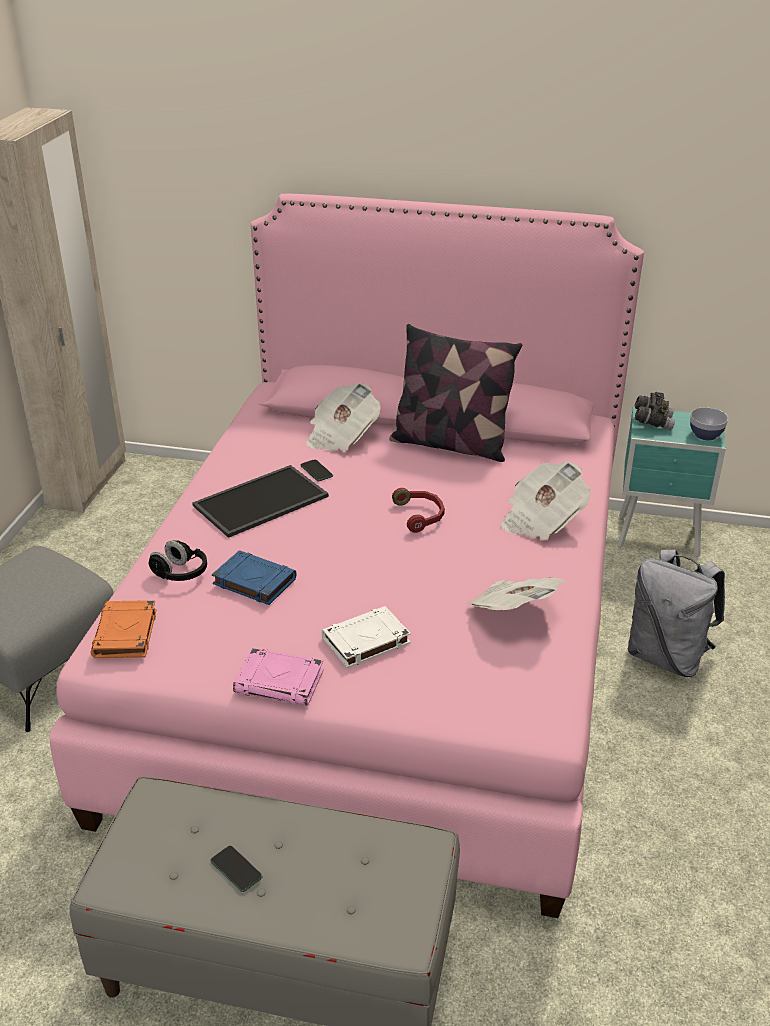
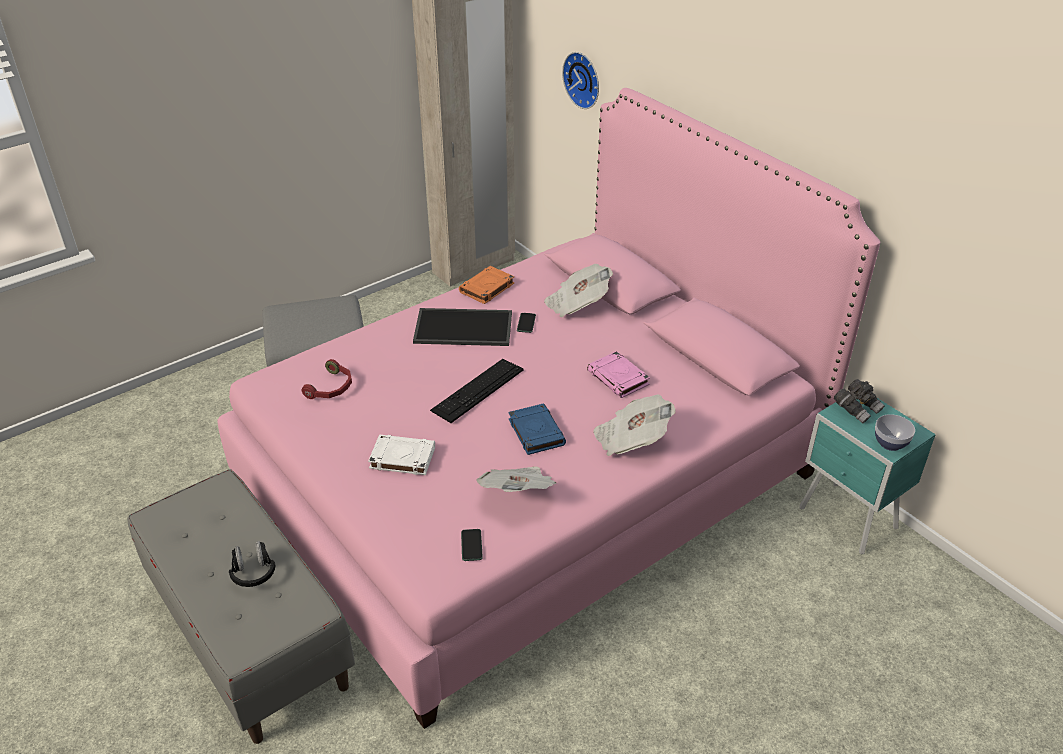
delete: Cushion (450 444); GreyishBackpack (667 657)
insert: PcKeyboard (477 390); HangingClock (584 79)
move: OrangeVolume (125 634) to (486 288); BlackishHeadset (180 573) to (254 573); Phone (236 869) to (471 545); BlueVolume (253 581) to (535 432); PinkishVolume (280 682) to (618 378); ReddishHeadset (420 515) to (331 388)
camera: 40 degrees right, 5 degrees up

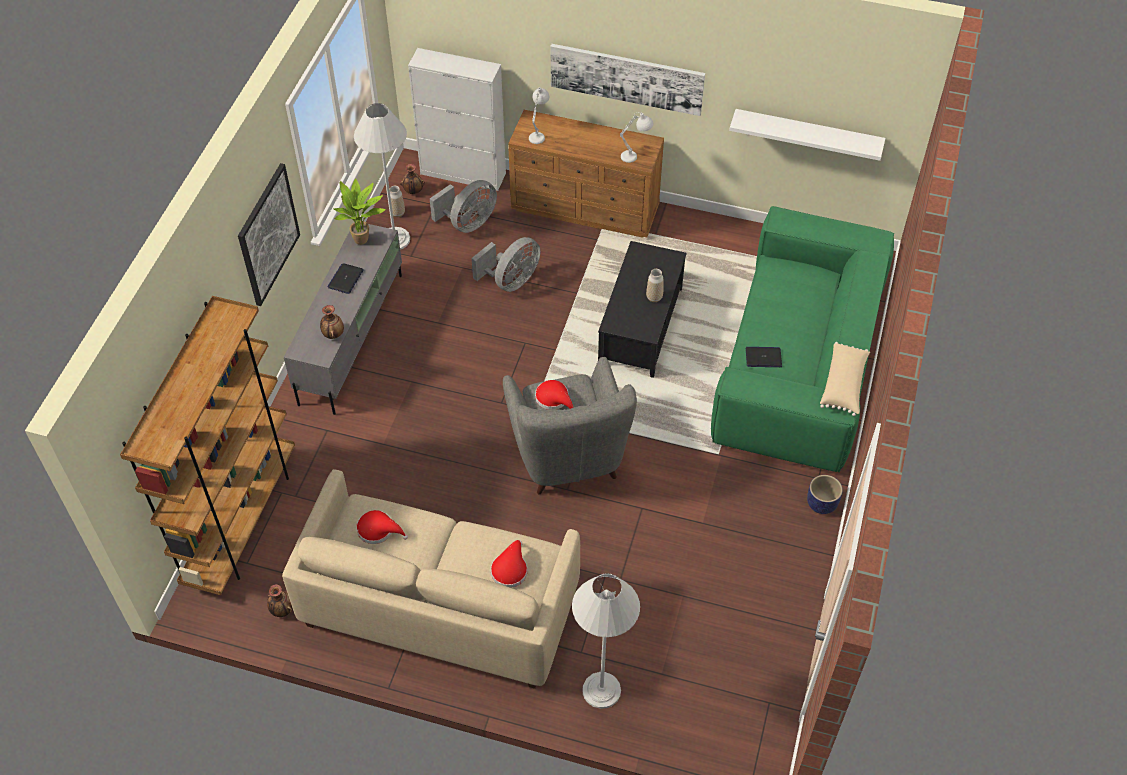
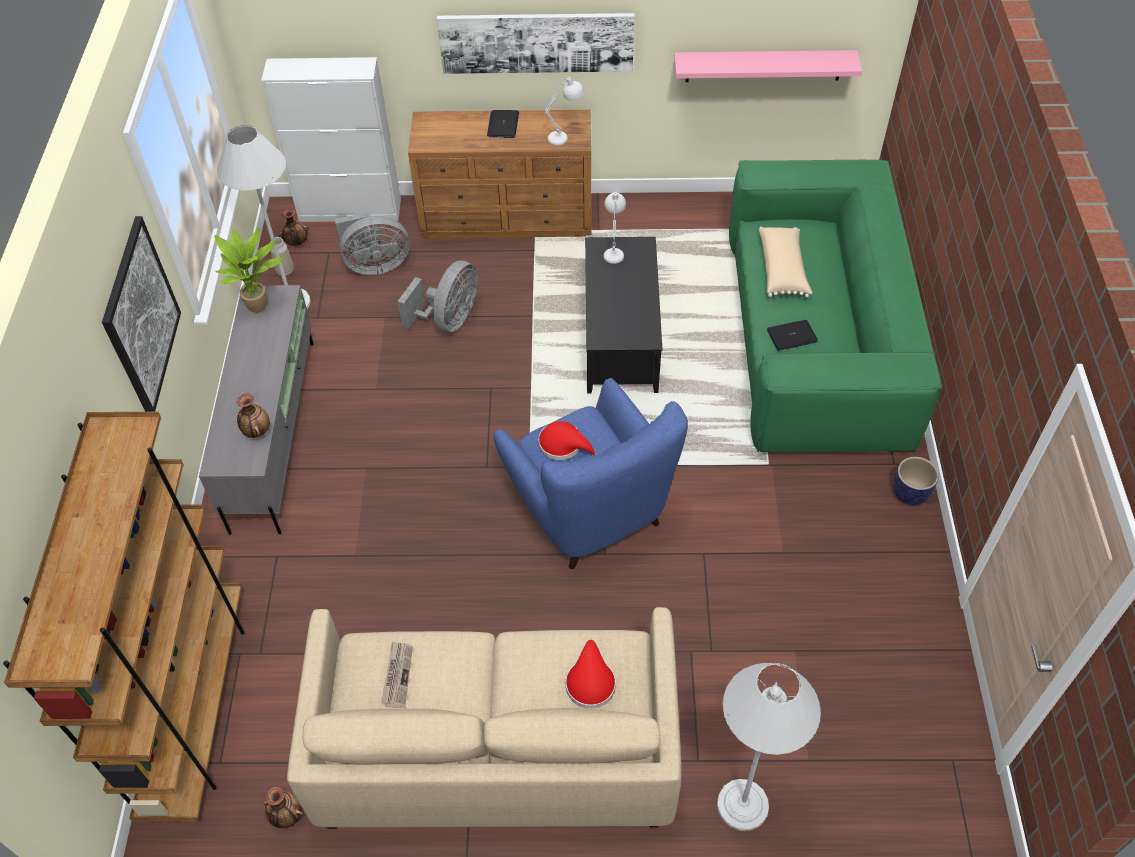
delete: Vase (654 297)
move: NotebookComputer (345 279) to (503 124); WhitishLampForATable (539 134) to (614 250); BeigeColouredCushion (844 384) to (783 269)
replace: ReddishClothingHat (378 530) to Newspaper (397 675)
recolor: GreyishLoungeChair (567 453) to BlueLoungeChair (589 509); WhitishWallShelf (807 133) to PinkishWallShelf (763 66)
rotate: GreyishElectricFan (468 223) = (375 265) 45 degrees clockwise
camera: 15 degrees left, 0 degrees up

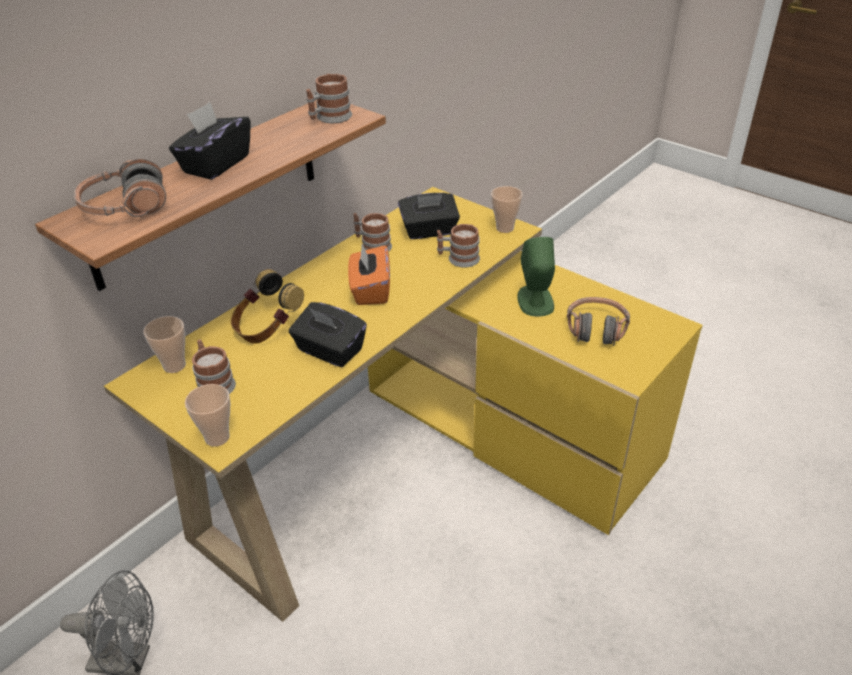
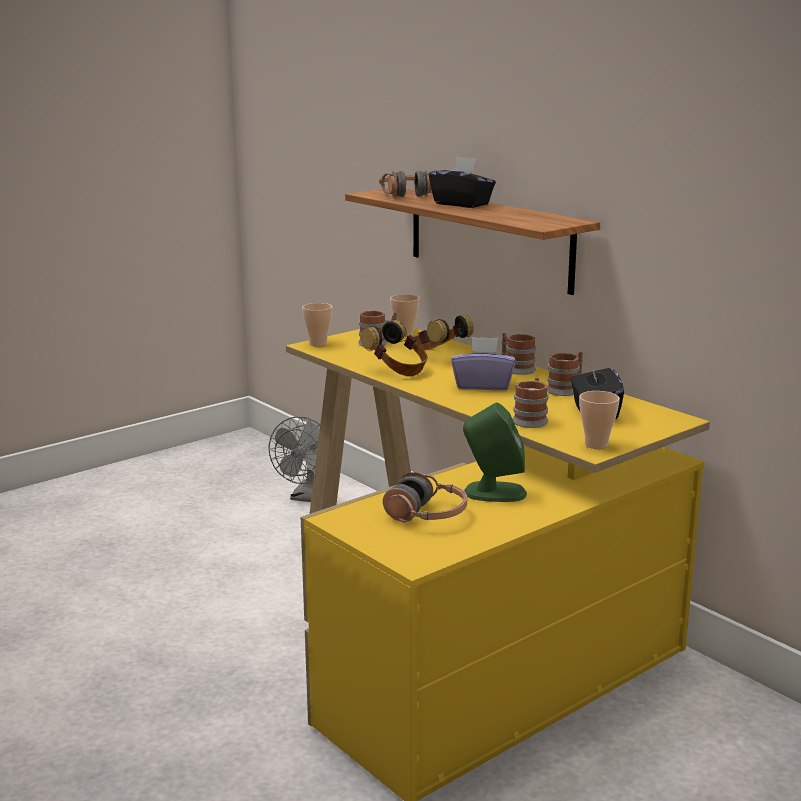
move: TeaMug (329 118) to (516 368)
replace: BlackishTissueBox (329 351) to Headset (397 370)
recolor: OrangeTissueBox (370 290) to PurpleTissueBox (483 385)
camera: 100 degrees right, 20 degrees down

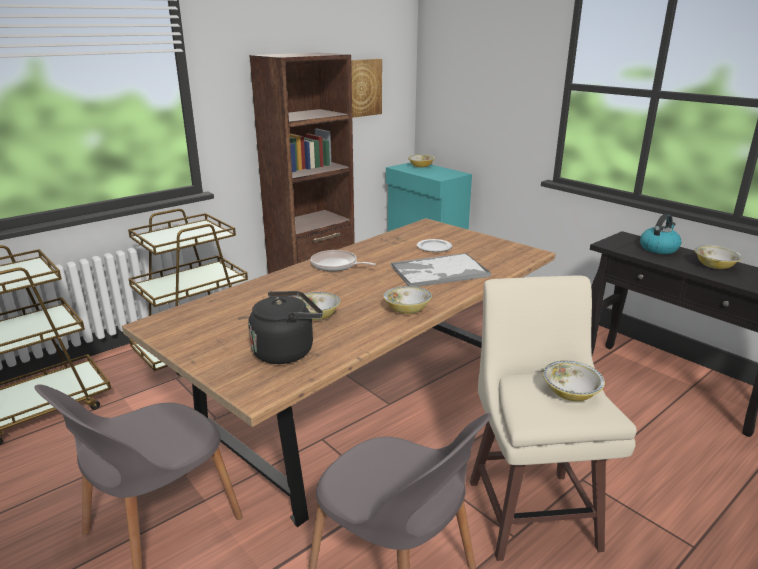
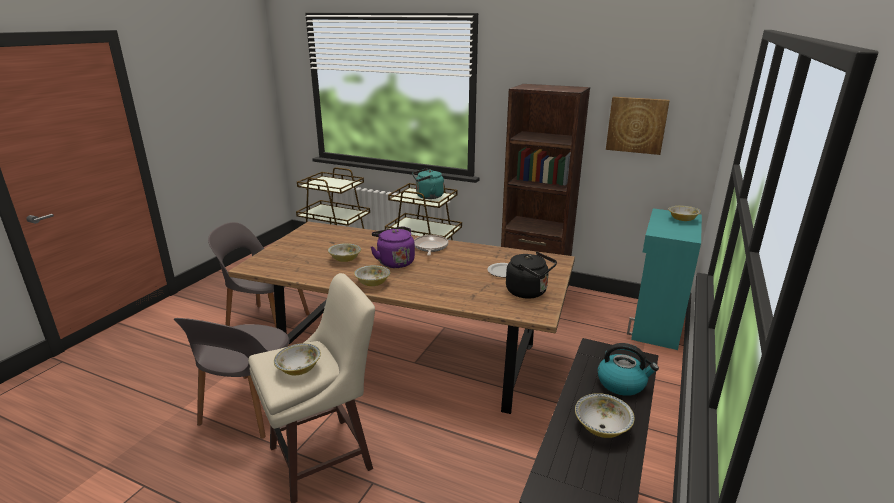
delete: CarryingTray (438 272)
insert: PurpleKettle (394 262); TurquoiseKettle (427 196)
move: BlackishKettle (286 351) to (529 292)
camera: 65 degrees right, 0 degrees up

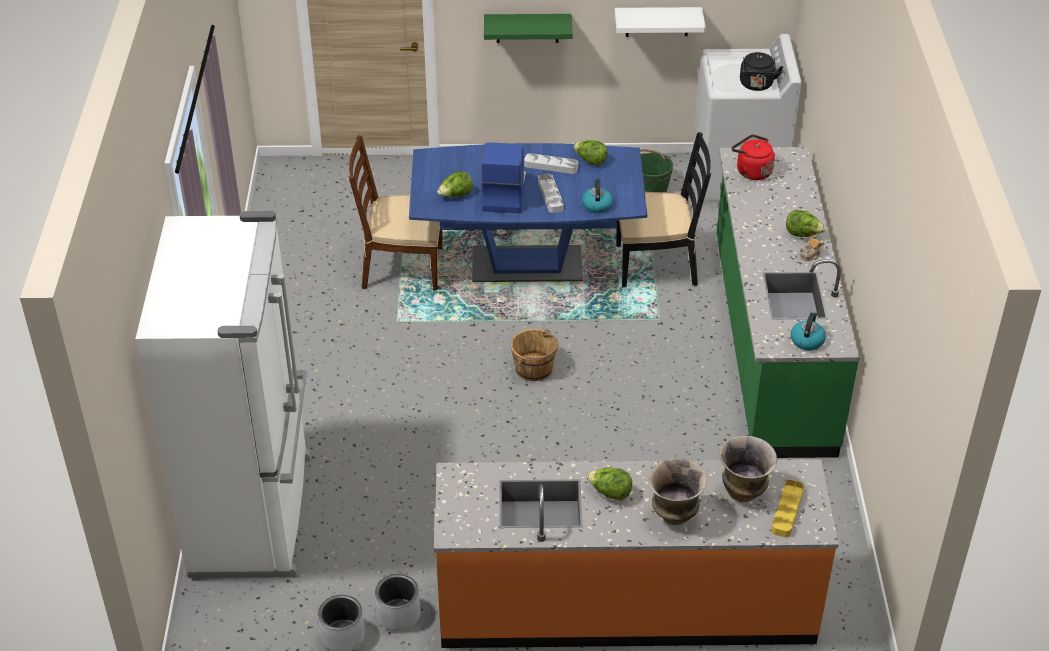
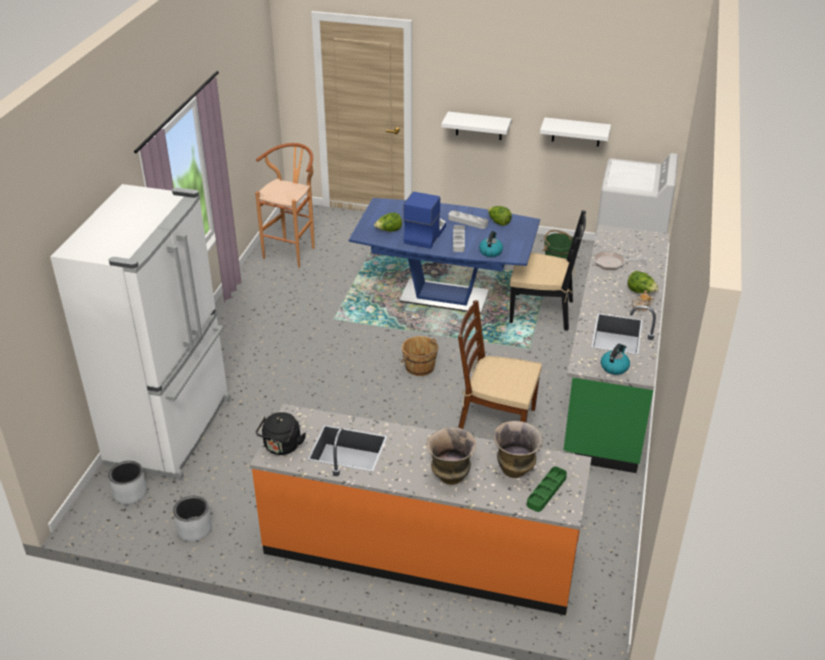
delete: HeadOfLettuce (610 493); ReddishKettle (751 171)
insert: BrownishSittingStool (293 251); Skillet (612 263)
move: BrownishPlainChair (401 268) to (495 421); GreyishPlanter (398 615) to (130 493); BlackishKettle (756 85) to (281 447)
recolor: GreenWallShelf (527 28) to WhitishWallShelf (479 126); YellowCarryingTray (787 511) to GreenCarryingTray (546 491)
camera: 15 degrees right, 5 degrees down

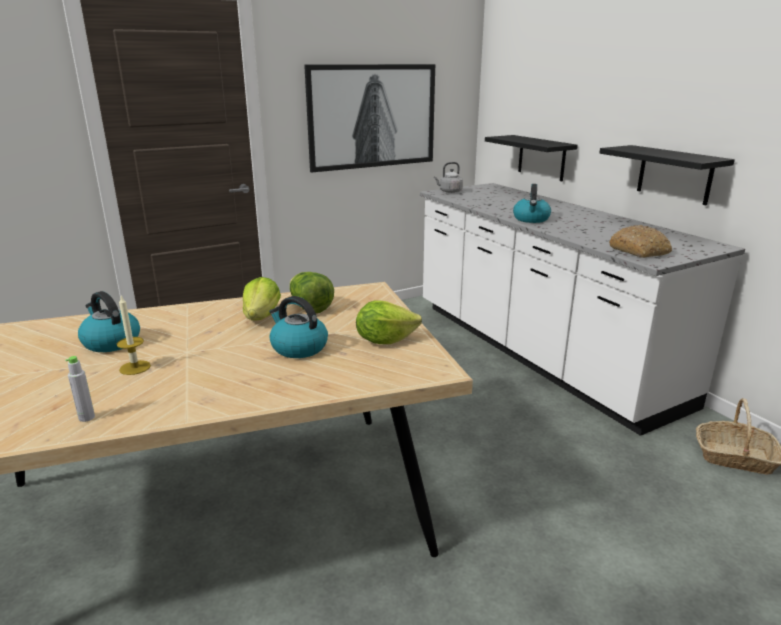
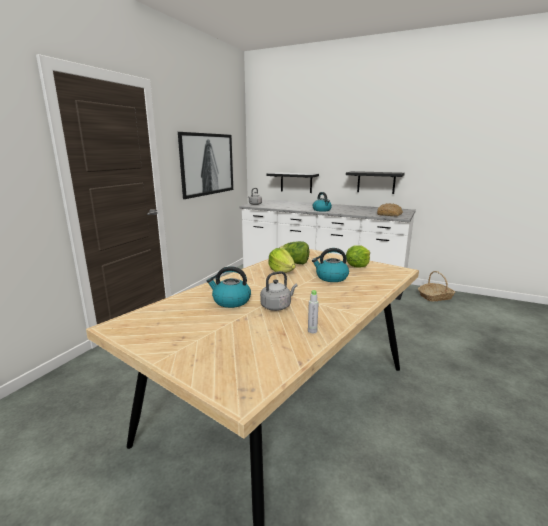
replace: WaxCandle (135 367) to GreyishKettle (277 306)
camera: 35 degrees left, 5 degrees down

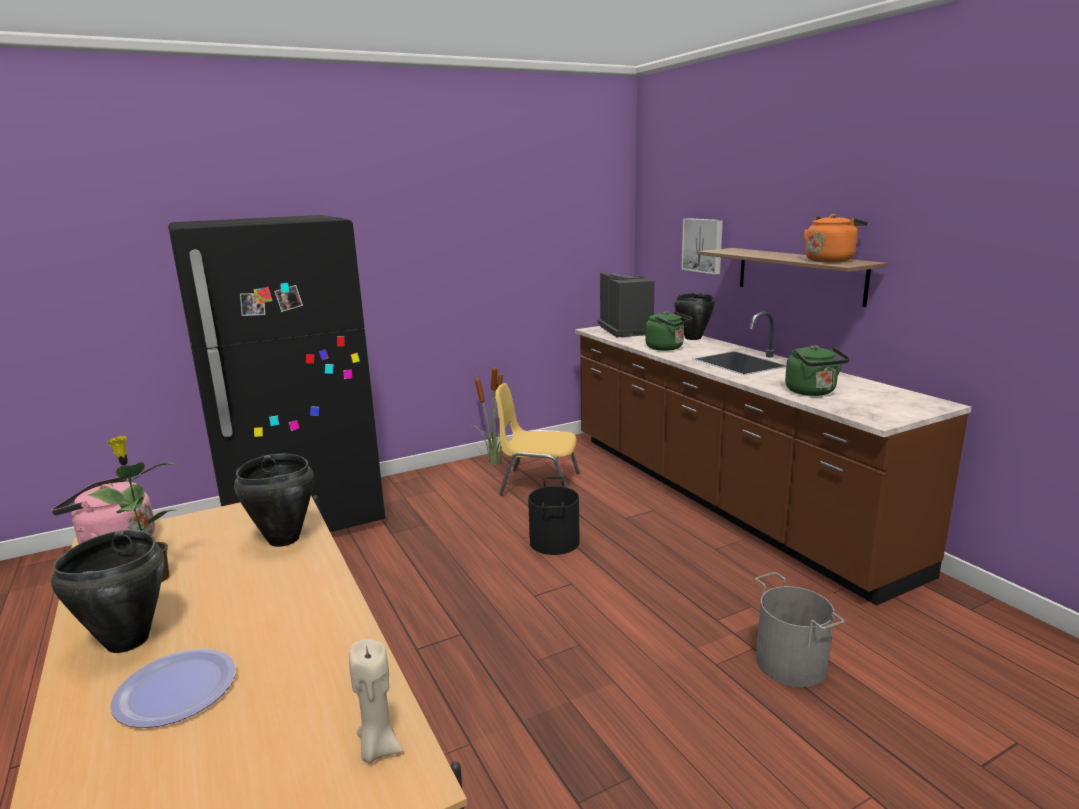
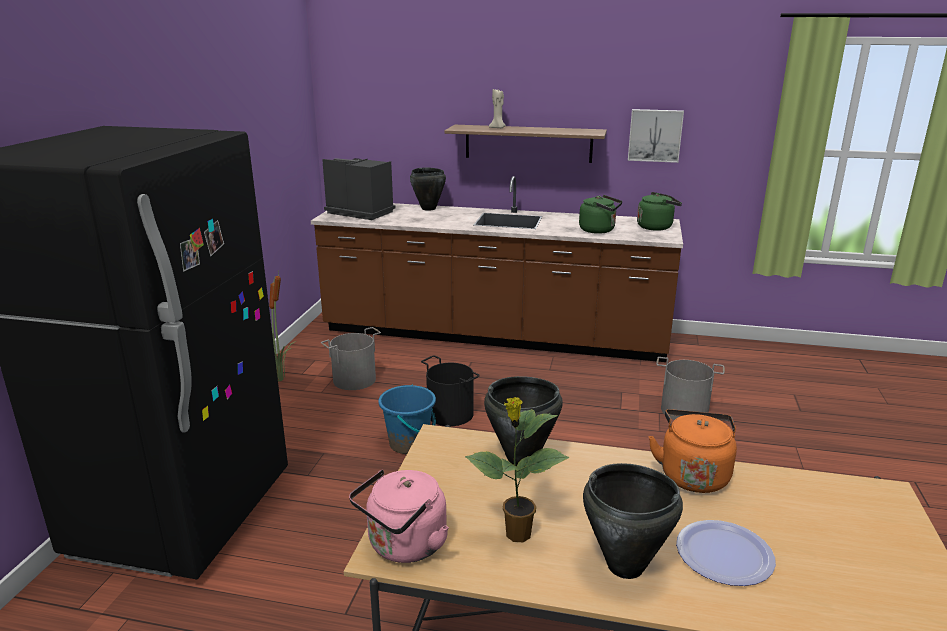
insert: BlueBucket (409 444)
move: BeigeColouredWaxCandle (378 748) to (498 128); GreenKettle (667 348) to (656 227); WallArt (703 245) to (655 135); OrangeKettle (830 260) to (693 474)
replace: YellowPlainChair (538 484) to GreyishBucket (354 379)
camera: 50 degrees left, 5 degrees up

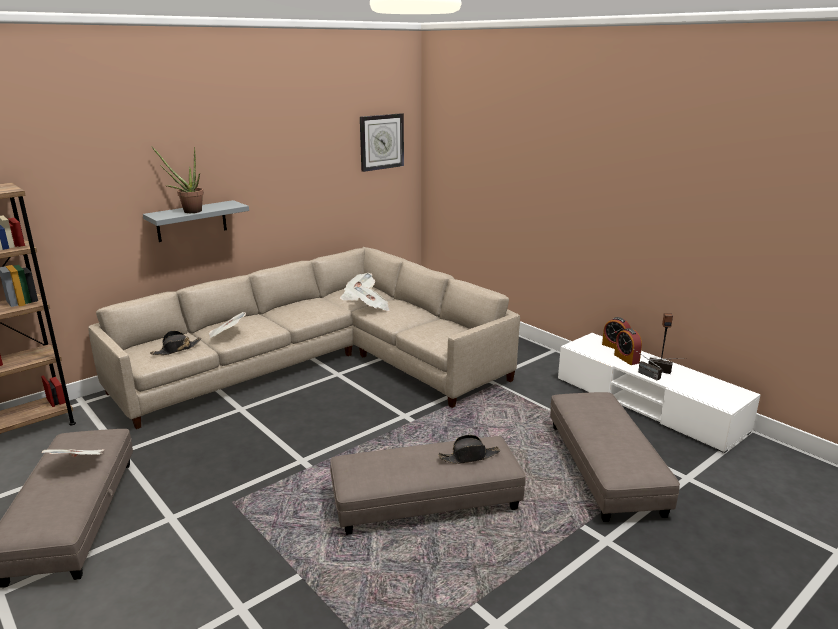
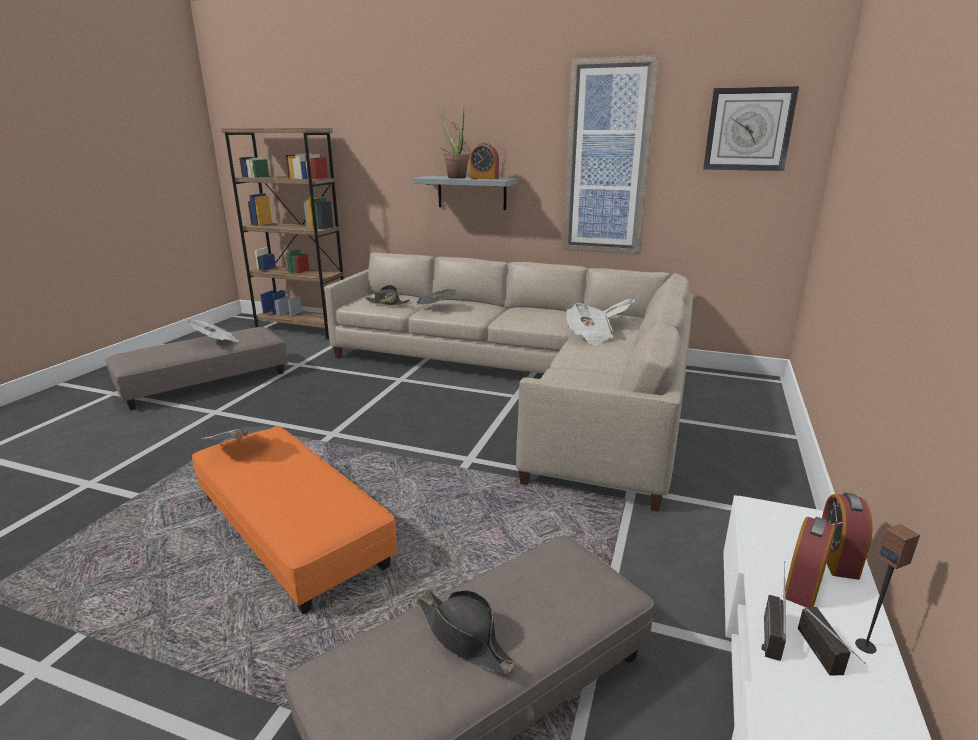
insert: Newspaper (241 449); TableClock (484 178); WallArt (607 159)
move: BlackishClothingHat (469 456) to (464 637)
recolor: GreyishFootrest (425 501) to OrangeFootrest (291 530)
camera: 60 degrees right, 0 degrees up

